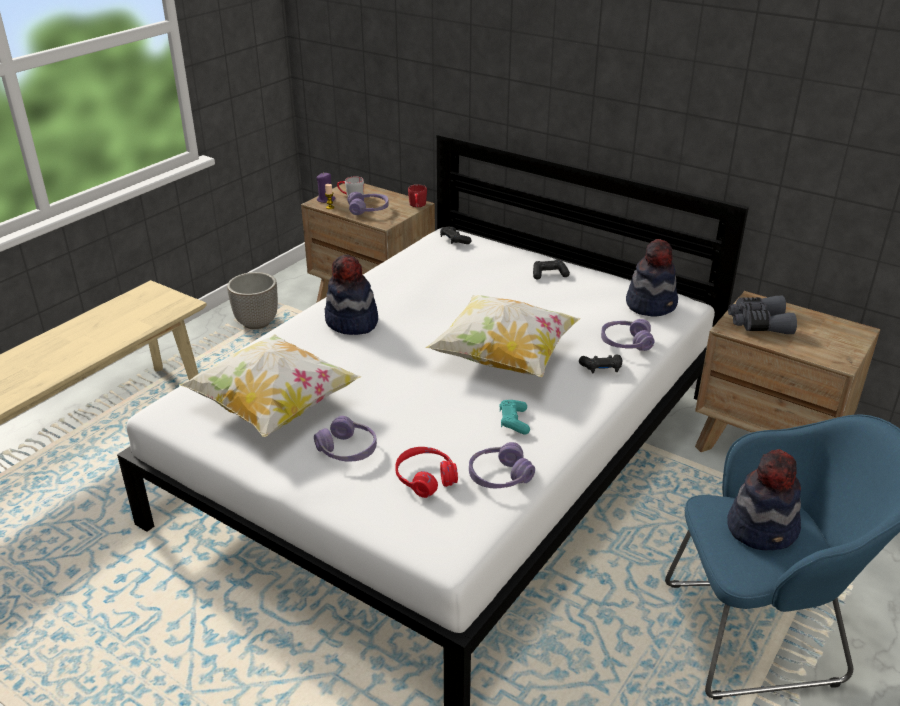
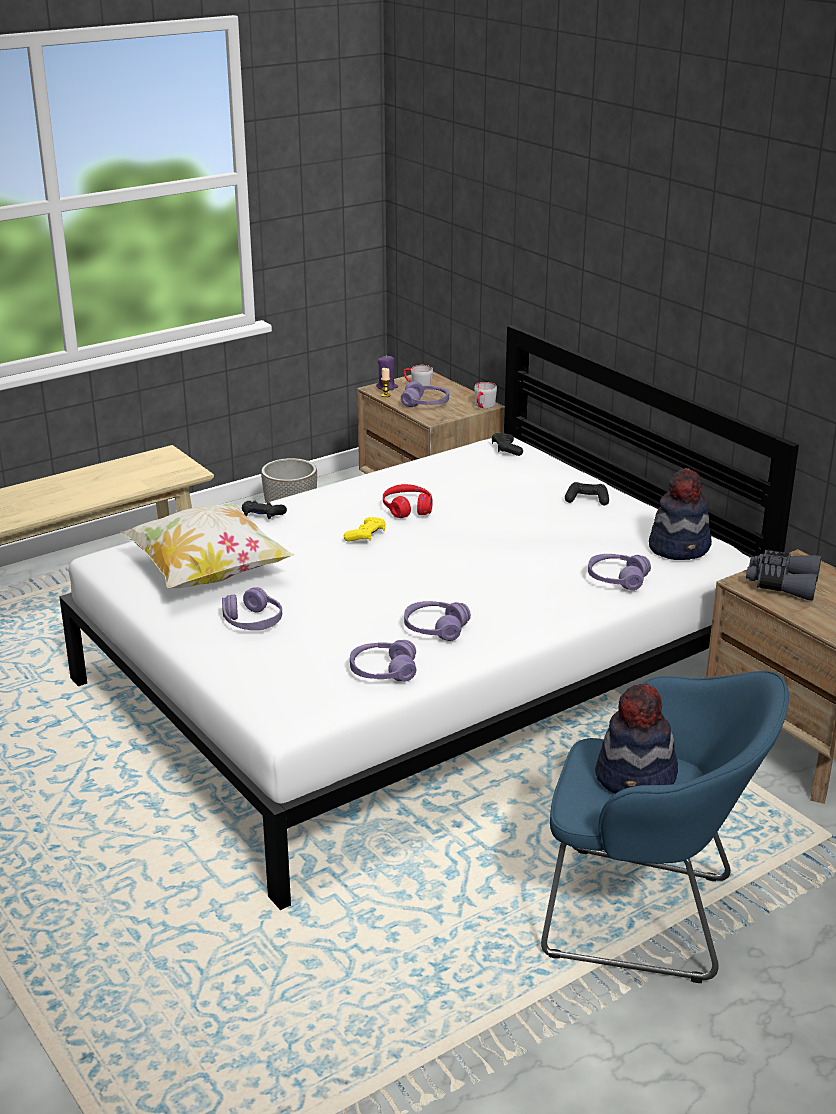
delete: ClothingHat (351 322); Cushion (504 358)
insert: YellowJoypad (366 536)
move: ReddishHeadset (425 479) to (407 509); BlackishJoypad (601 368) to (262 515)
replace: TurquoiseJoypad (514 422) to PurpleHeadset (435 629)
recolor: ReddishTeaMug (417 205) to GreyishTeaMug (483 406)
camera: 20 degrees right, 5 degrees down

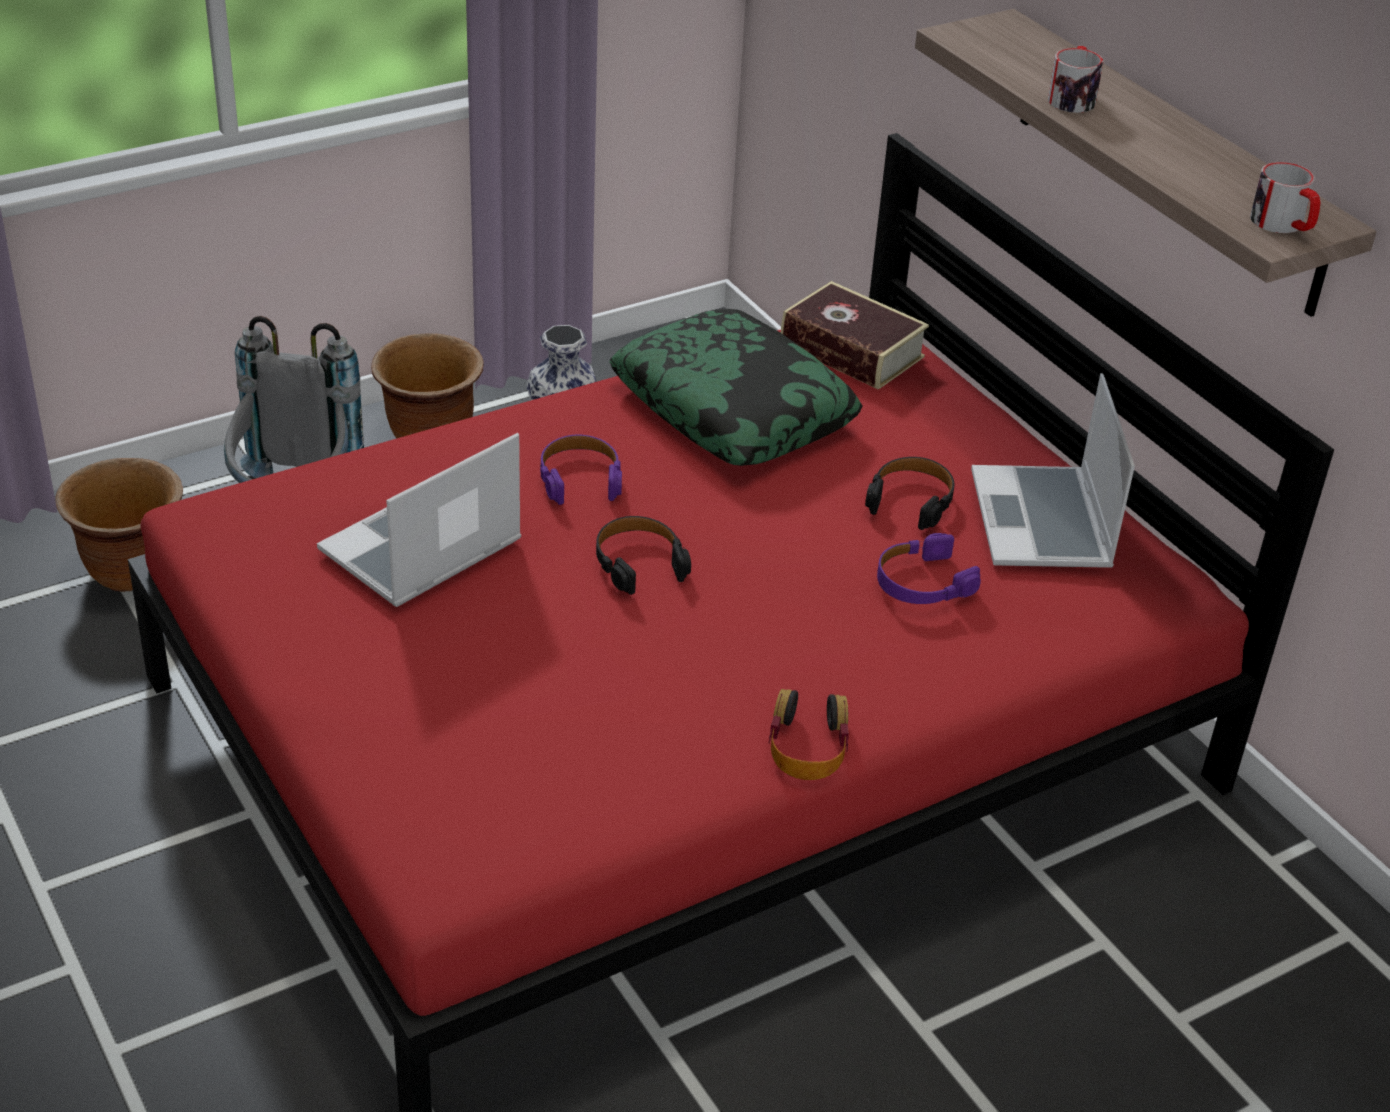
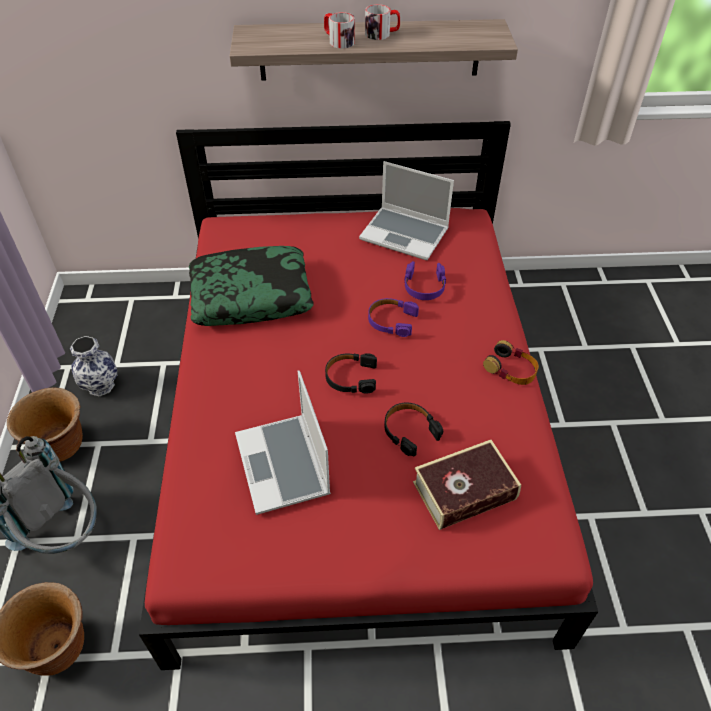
move: PurpleHeadset (580 478) to (391 321); Volume (852 350) to (464 491); BlackishHeadset (911 500) to (409 431); TeaMug (1283 225) to (382 34)
camera: 60 degrees left, 10 degrees up

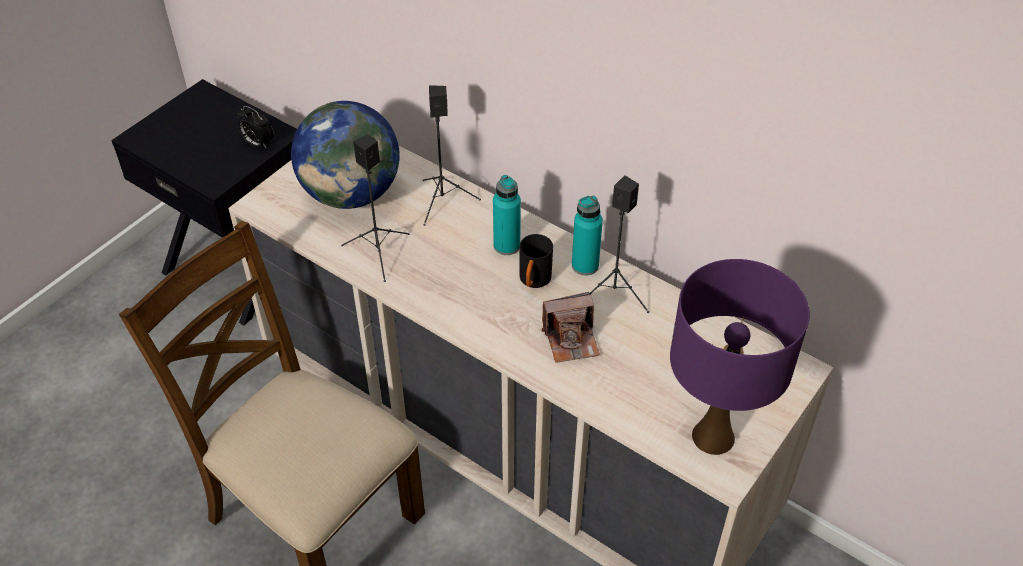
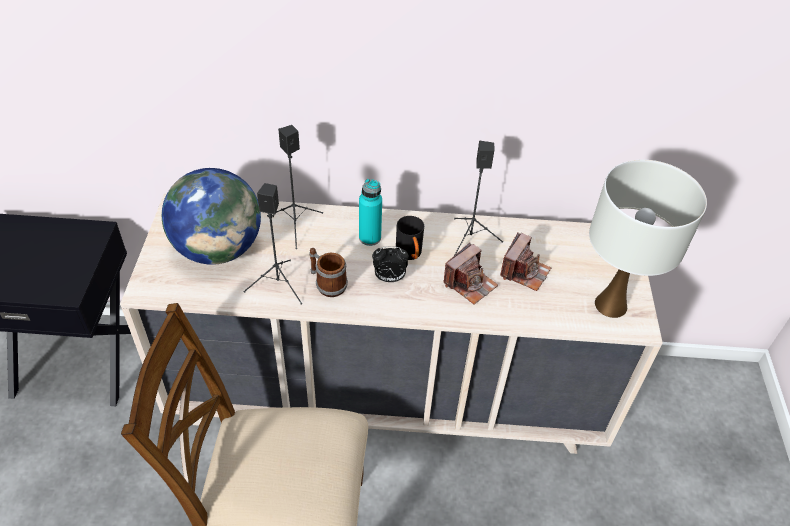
delete: TurquoiseDrinkBottle (585 265)
insert: TeaMug (327 283); PhotoCamera (524 272)
move: TableClock (258 143) to (389 278)
recolor: PurpleLampForATable (713 437) to WhitishLampForATable (611 305)
camera: 35 degrees left, 0 degrees up

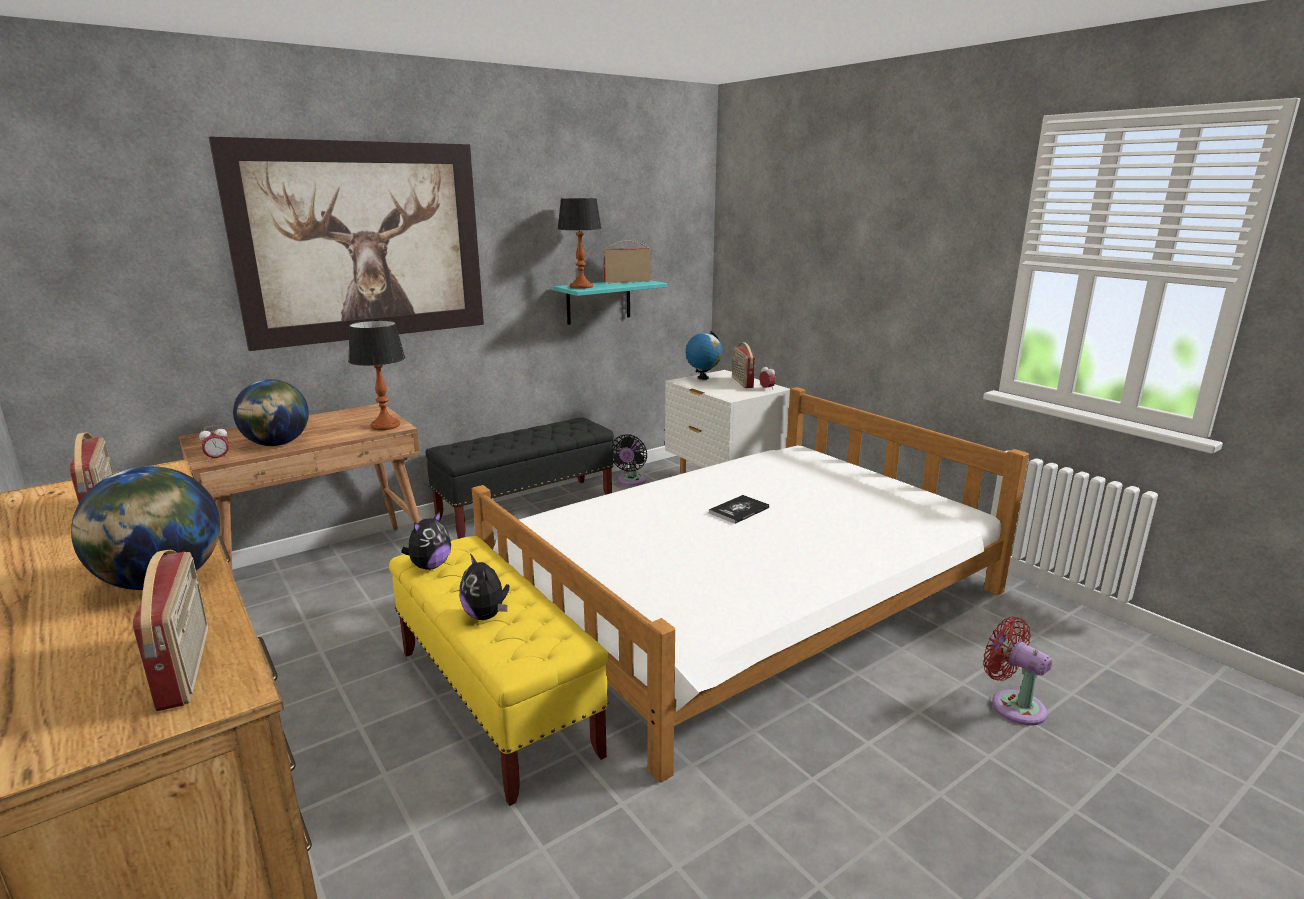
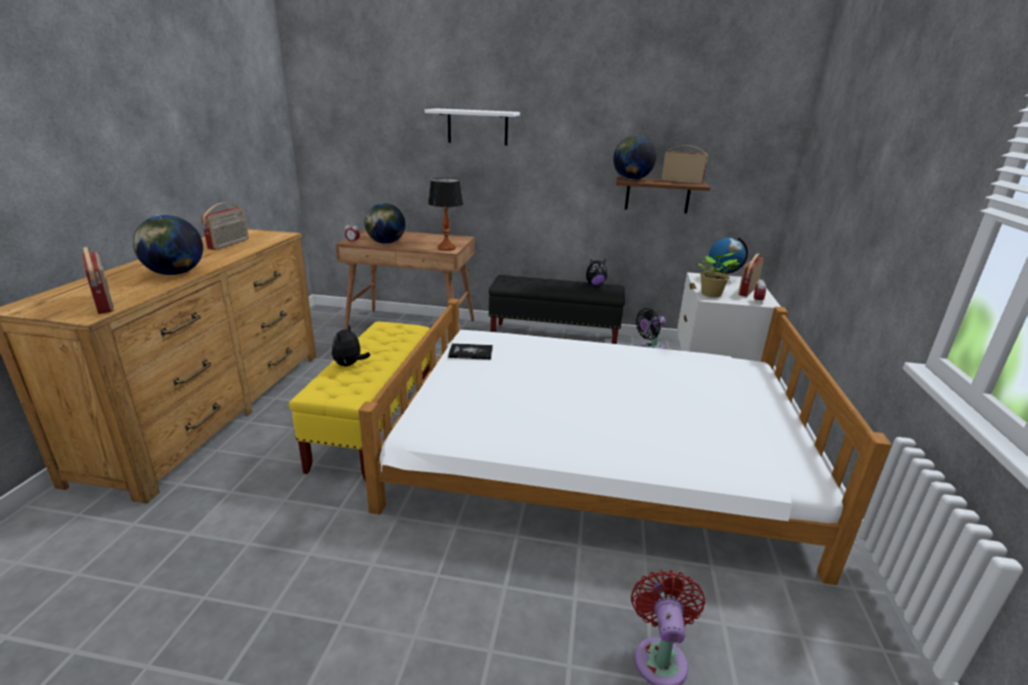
insert: Houseplant (711 294)
move: CuddlyToy (430 566) to (595 284); Volume (739 510) to (470 352)
replace: WallArt (362 242) to WhitishWallShelf (477 127); LampForATable (581 287) to Globe (631 179)
recolor: TurquoiseWallShelf (598 301) to BrownishWallShelf (657 195)
rotate: RadioReceiver (187 667) = (105 303) 60 degrees counterclockwise
camera: 45 degrees right, 5 degrees up

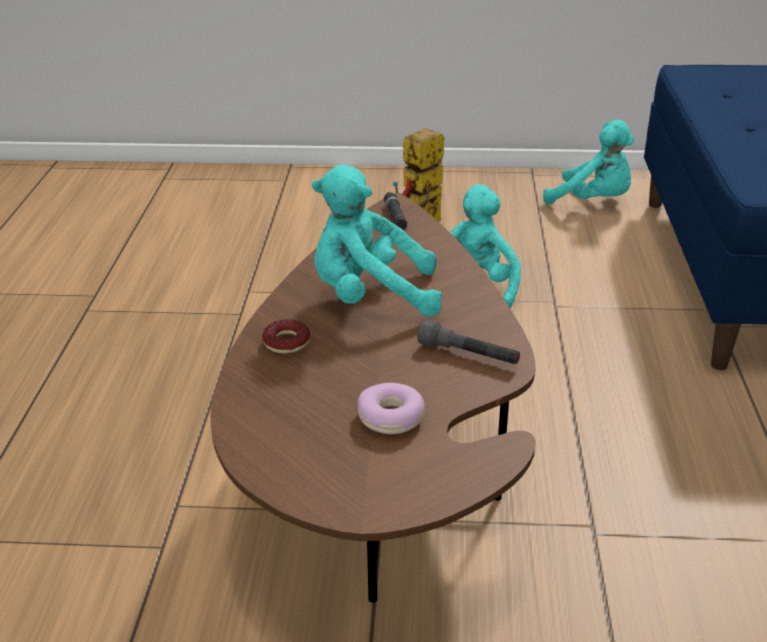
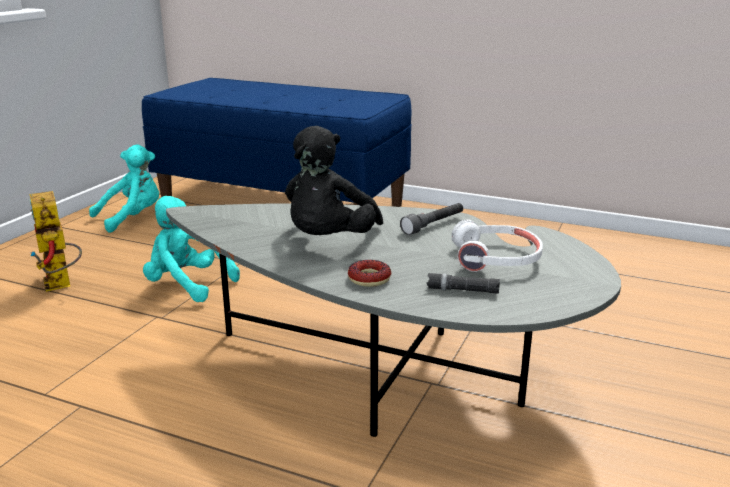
move: BlackishTorch (395 216) to (462 290)
replace: Donut (391 418) to WhitishHeadset (496 258)
recolor: BrownishLoungeTable (381 474) to GreyishLoungeTable (388 374); TurquoiseCuddlyToy (370 297) to BlackishCuddlyToy (329 241)
camera: 70 degrees left, 10 degrees down

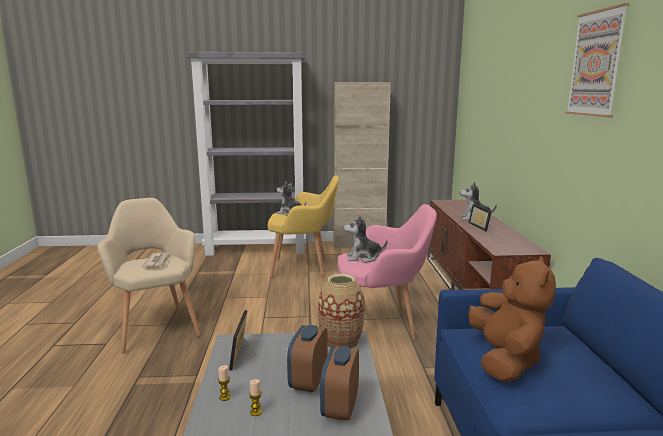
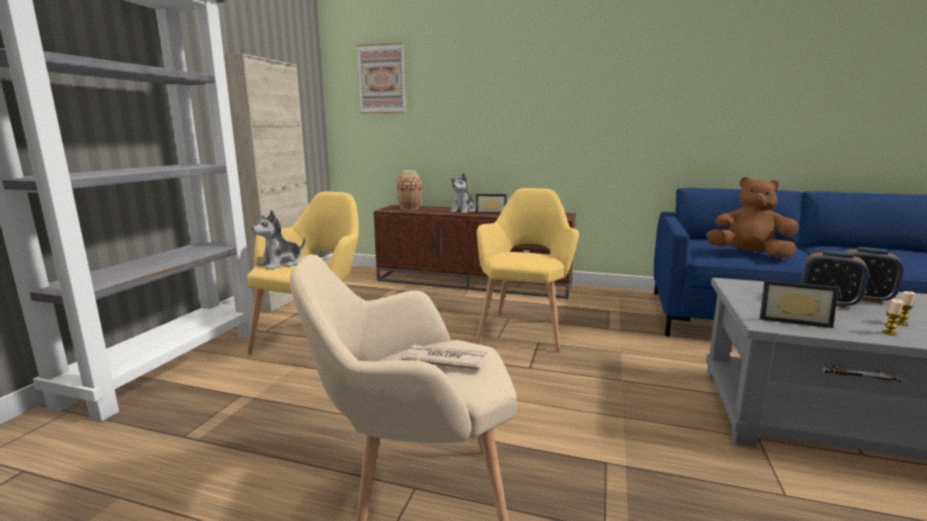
delete: CuddlyToy (363 258)
move: Vase (340 342) to (410 208); WallArt (596 63) to (382 79)
recolor: PinkishLoungeChair (381 327) to YellowLoungeChair (524 329)
camera: 70 degrees left, 0 degrees up

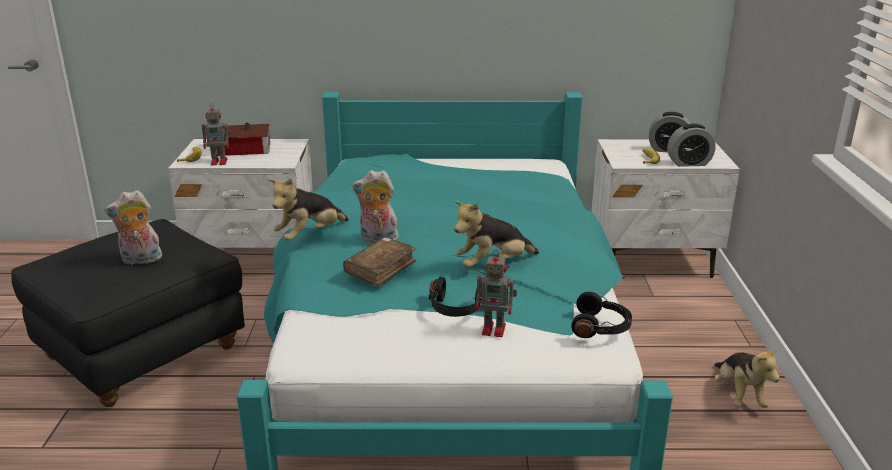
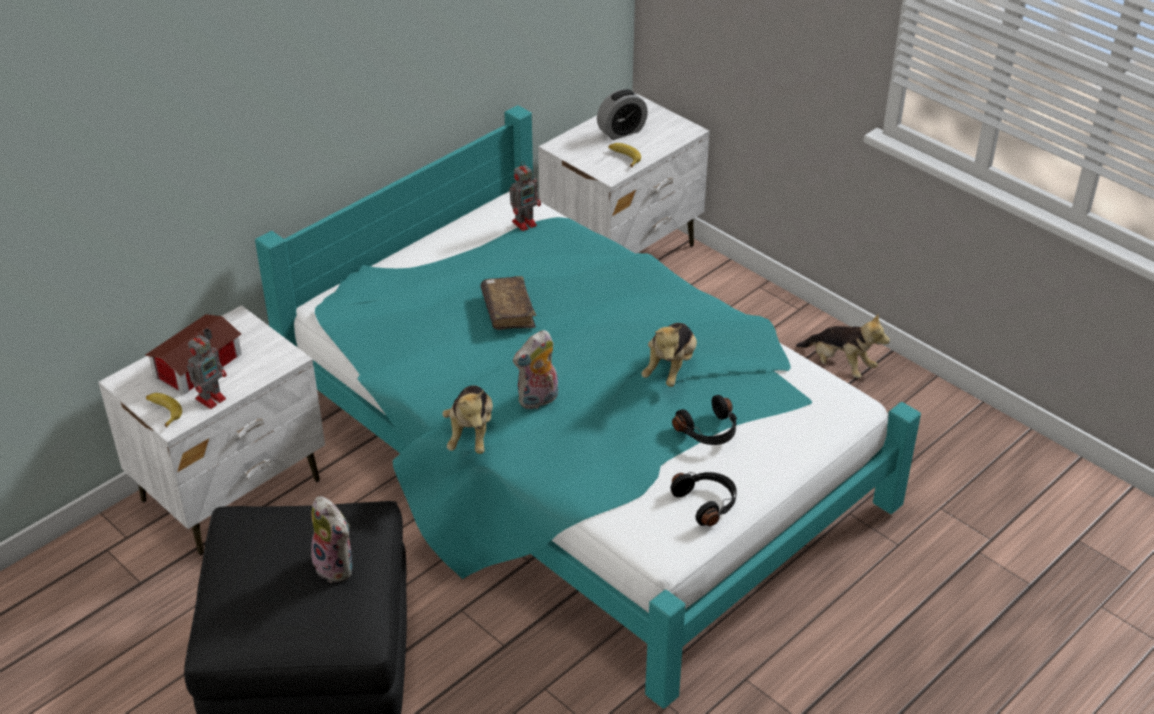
delete: TableClock (688 163)
move: BrownishVolume (380 269) to (508 311); ModelRobot (495 329) to (525 223); BlackishHeadset (601 327) to (707 503)
rotate: CuddlyToy (140 260) = (337 566) 75 degrees counterclockwise
camera: 45 degrees left, 15 degrees up

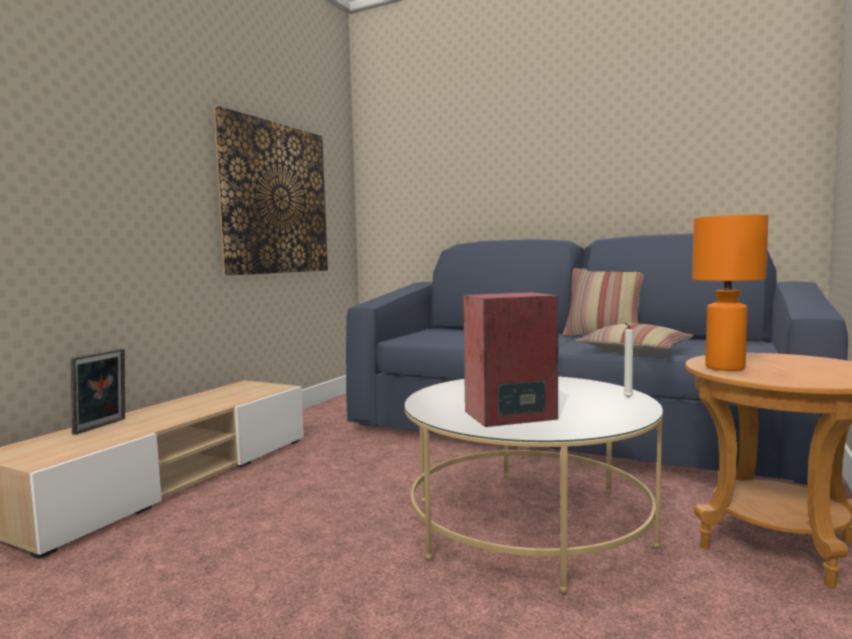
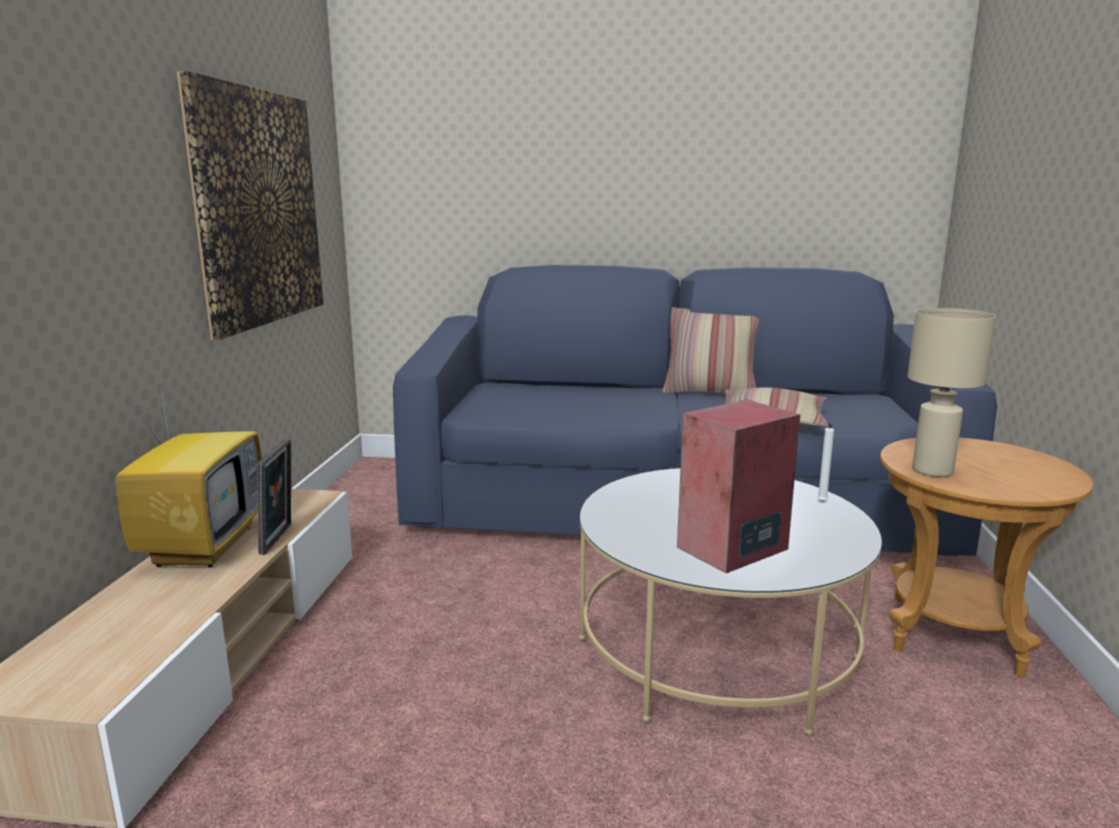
insert: Tv (204 545)
move: PictureFrame (102 426) to (280 539)
recolor: OrangeLampForATable (723 368) to BeigeColouredLampForATable (931 471)
camera: 20 degrees left, 10 degrees up

